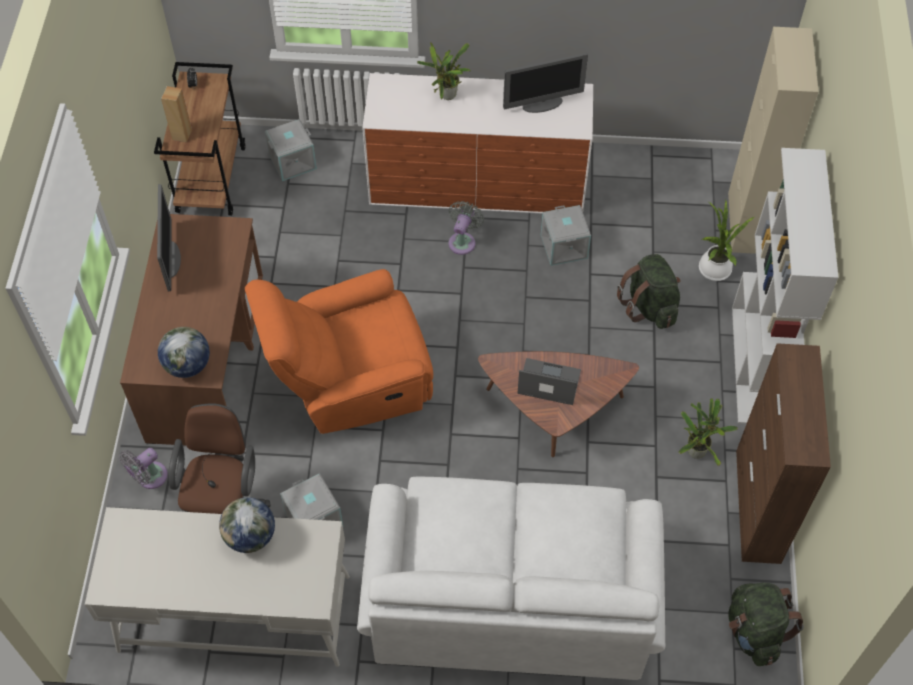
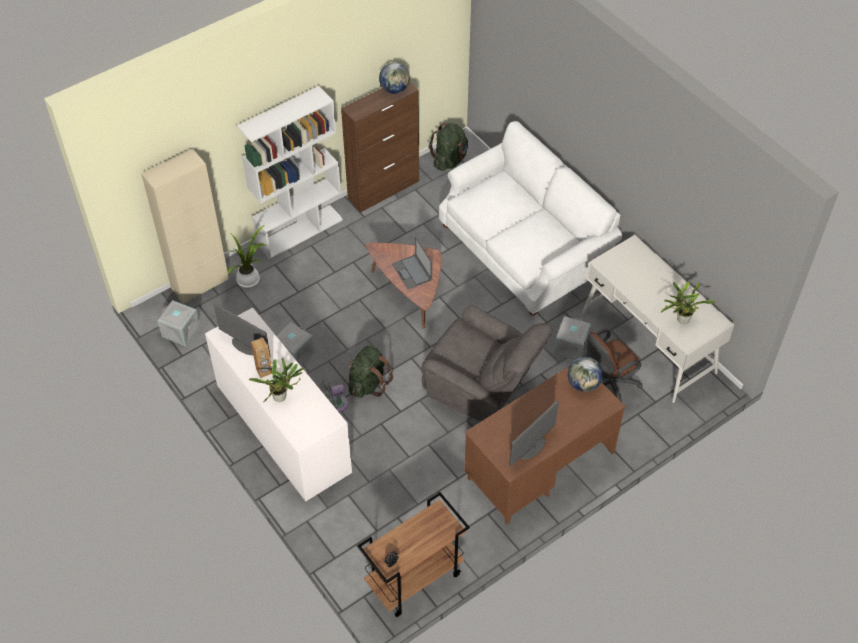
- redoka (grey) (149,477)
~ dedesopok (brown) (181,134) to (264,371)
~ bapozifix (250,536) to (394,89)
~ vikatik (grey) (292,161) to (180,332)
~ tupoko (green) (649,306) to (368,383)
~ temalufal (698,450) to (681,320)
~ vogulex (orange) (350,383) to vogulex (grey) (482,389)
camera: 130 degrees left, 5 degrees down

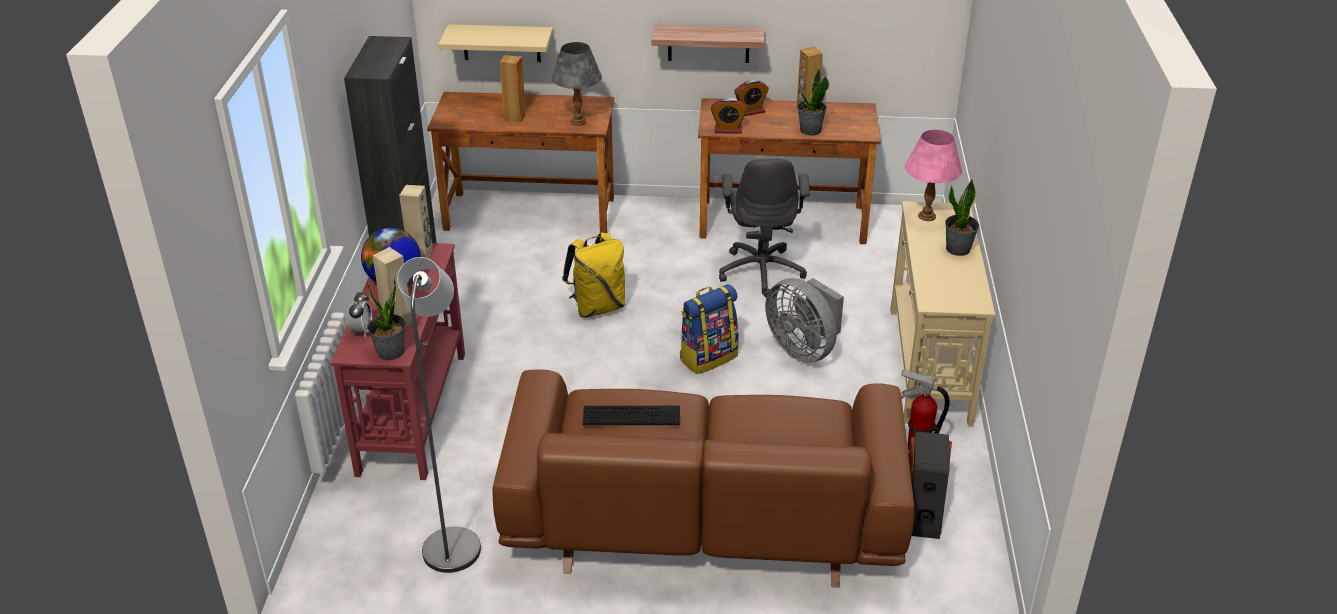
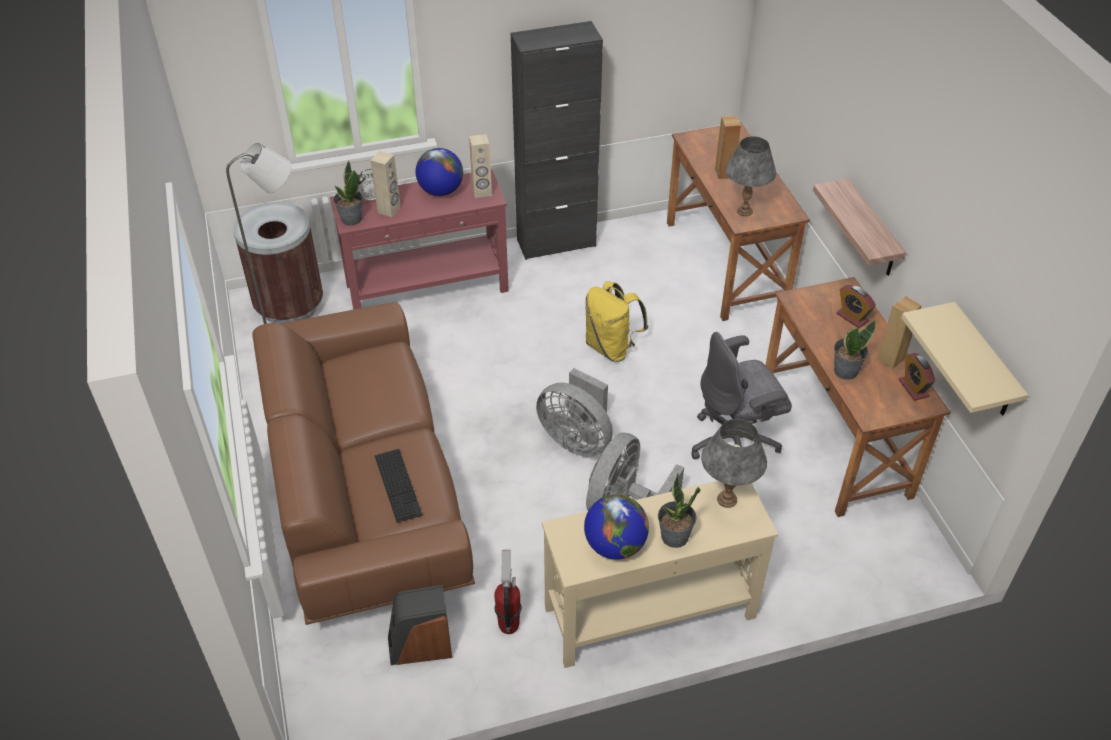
+ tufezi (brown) (290,306)
+ bapozifix (615,545)
~ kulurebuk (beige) (501,43) to (983,363)
~ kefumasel (631,416) to (397,485)
~ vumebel (728,130) to (913,388)
~ tupoko (708,357) to redoka (grey) (577,439)
~ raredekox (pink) (927,216) to raredekox (grey) (727,500)
camera: 70 degrees right, 10 degrees up

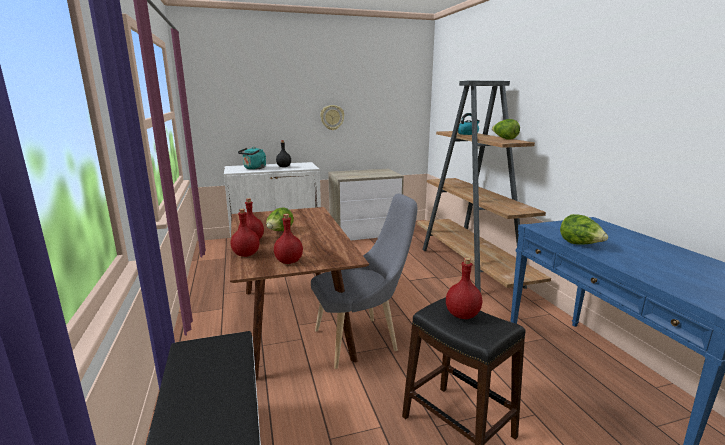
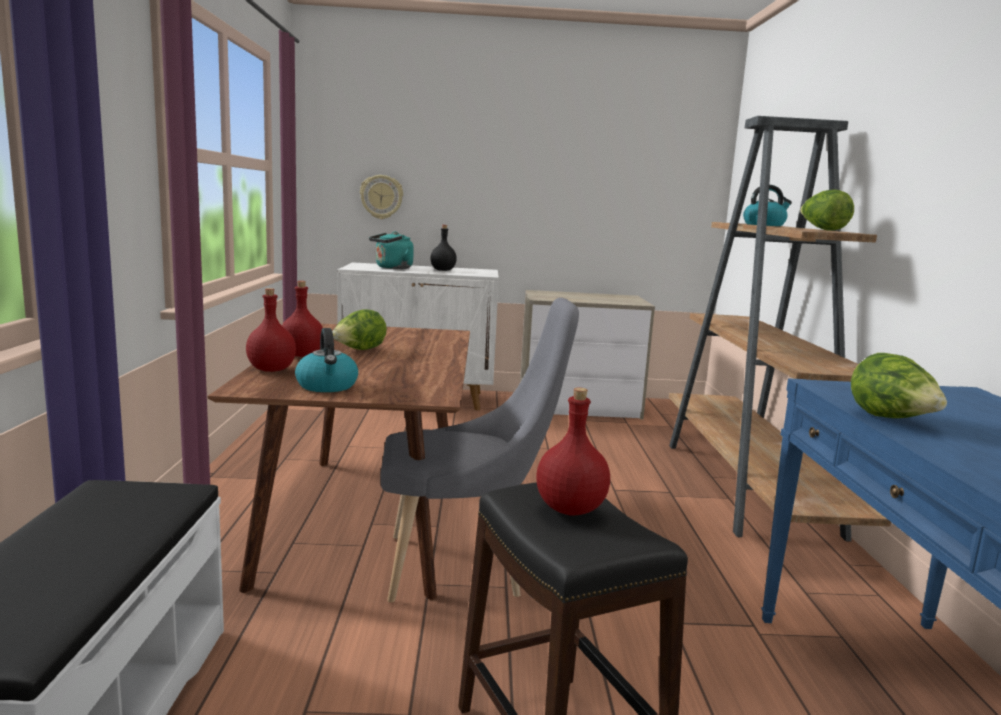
~ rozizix (332,117) to (381,197)
~ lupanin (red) (289,261) to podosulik (327,386)
camera: 15 degrees right, 5 degrees down

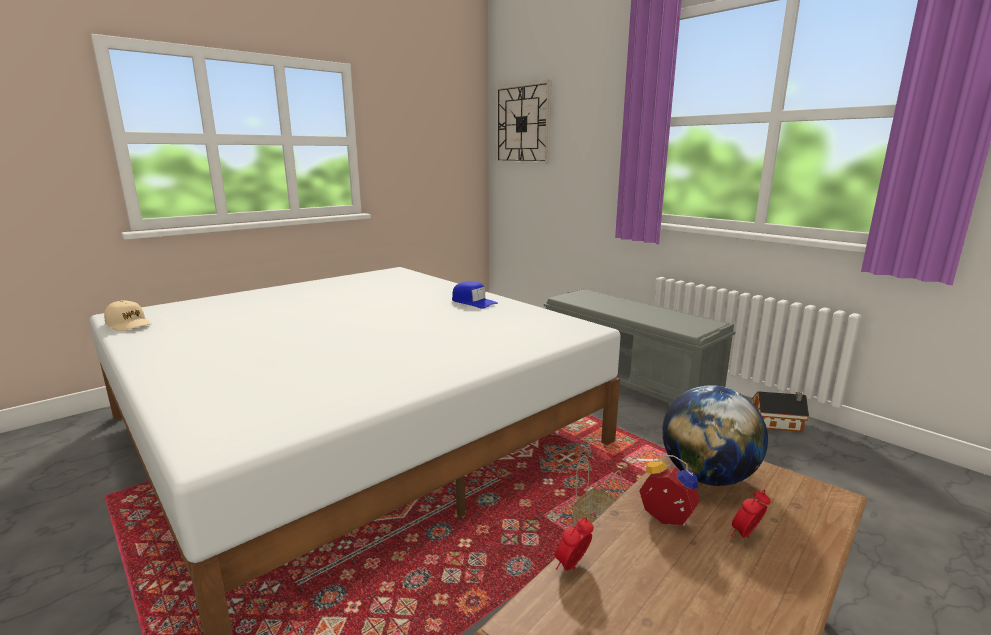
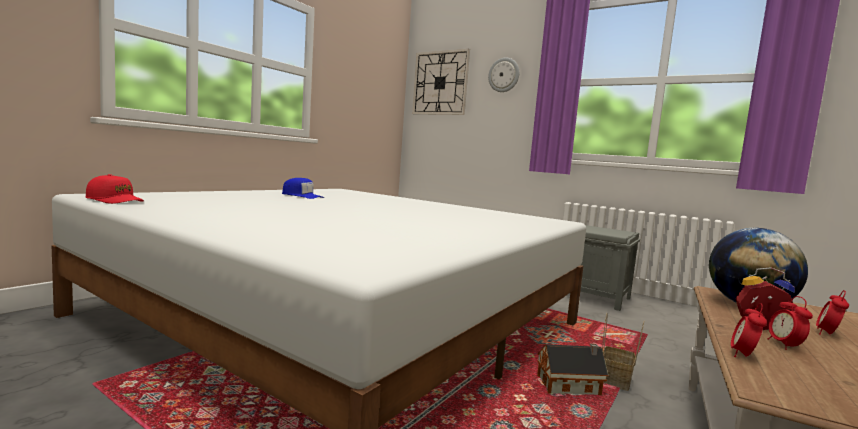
+ rozizix (504,75)
+ vumebel (784,346)
~ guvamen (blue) (473,302) to (302,196)
~ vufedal (778,423) to (571,387)
~ guvamen (beige) (129,324) to guvamen (red) (115,200)
camera: 15 degrees left, 10 degrees down

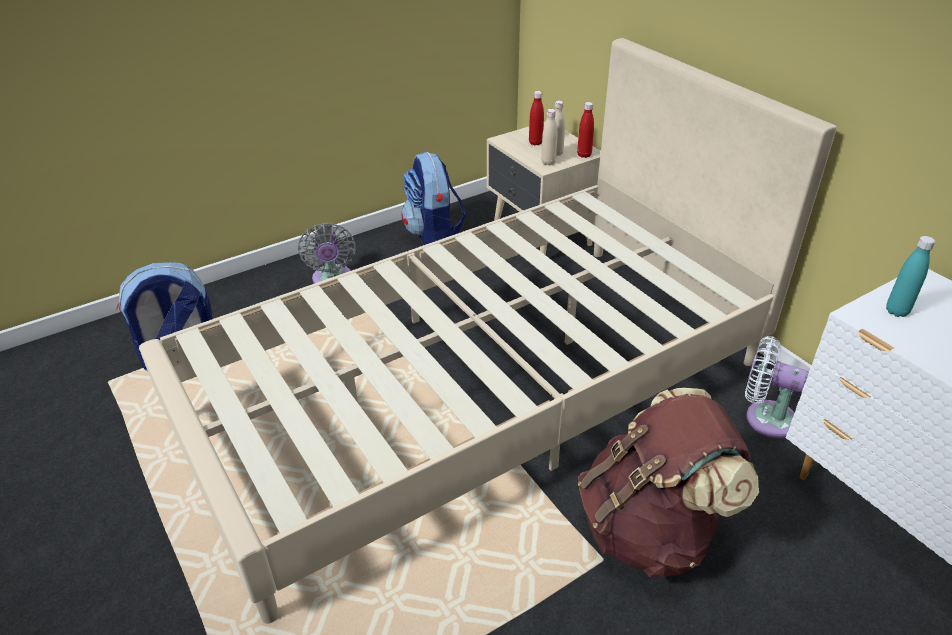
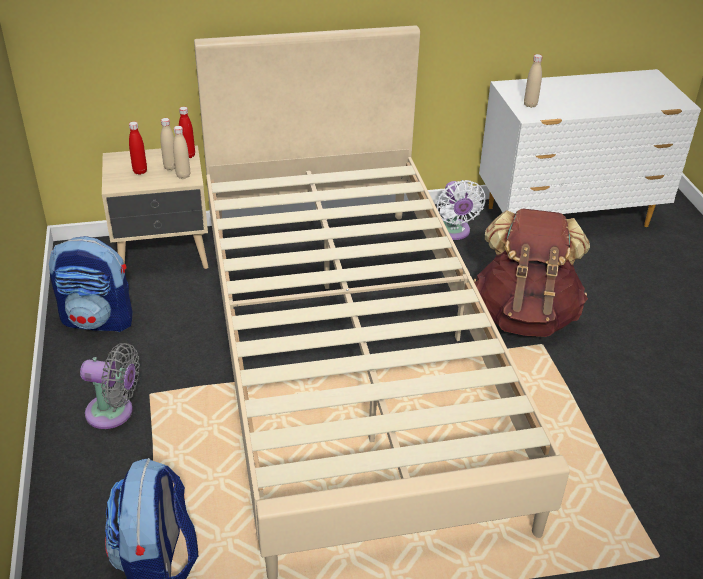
~ lupanin (turquoise) (896,311) to lupanin (beige) (530,105)
~ redoka (white) (765,417) = (453,232) 60 degrees counterclockwise
camera: 70 degrees left, 0 degrees up

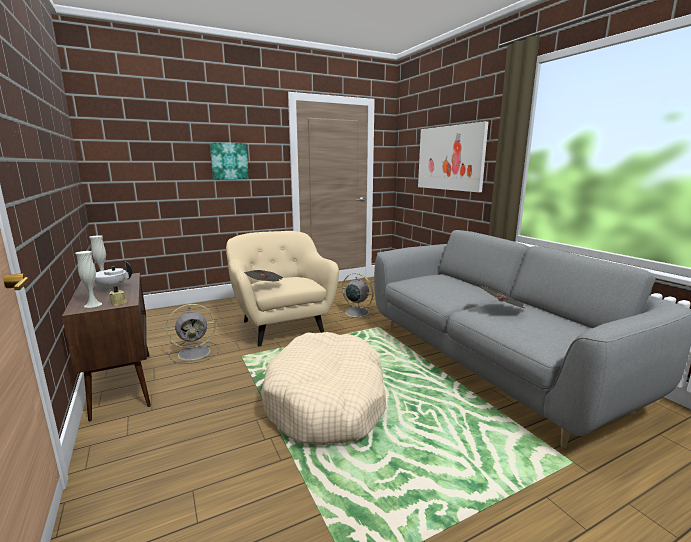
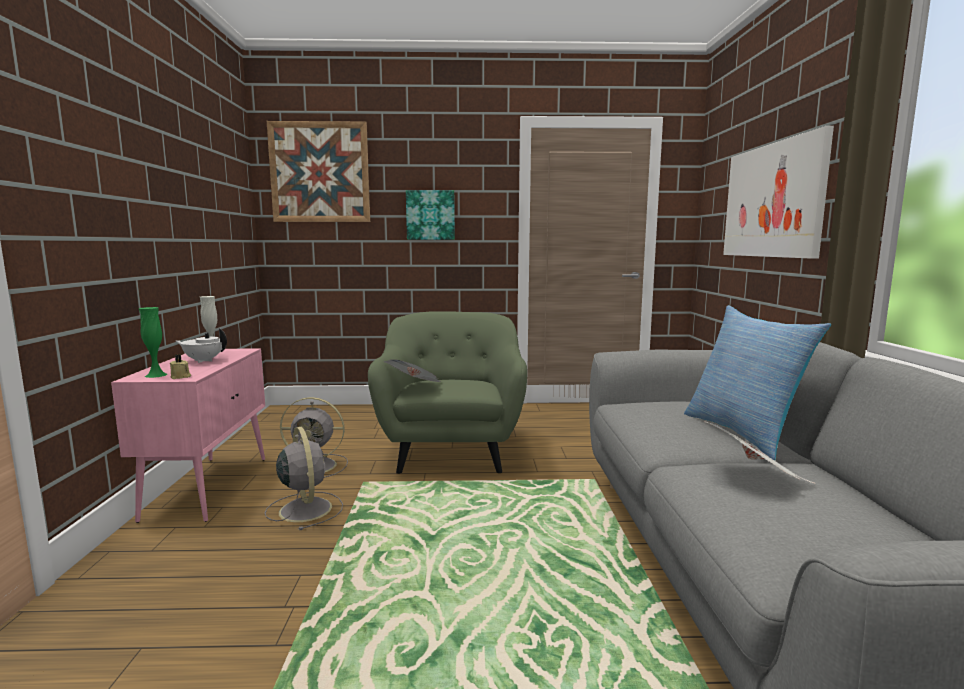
- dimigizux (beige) (327,401)
+ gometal (320,172)
+ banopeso (743,433)
~ redoka (grey) (356,312) to (305,509)
~ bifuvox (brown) (123,383) to bifuvox (pink) (209,486)
~ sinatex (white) (93,305) to sinatex (green) (156,375)
~ vogulex (beige) (282,326) to vogulex (green) (452,451)
camera: 25 degrees right, 5 degrees down

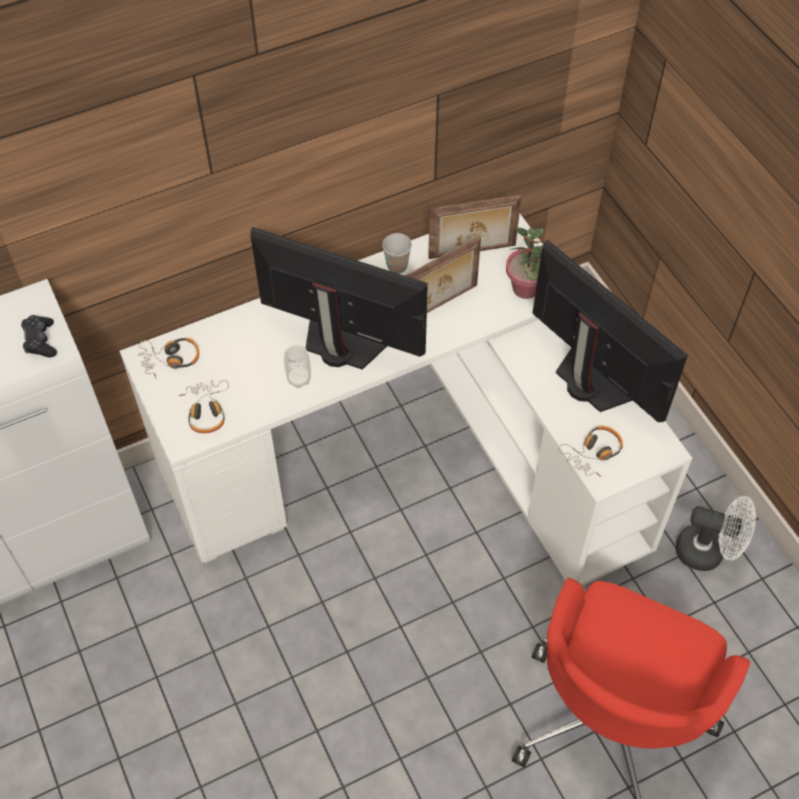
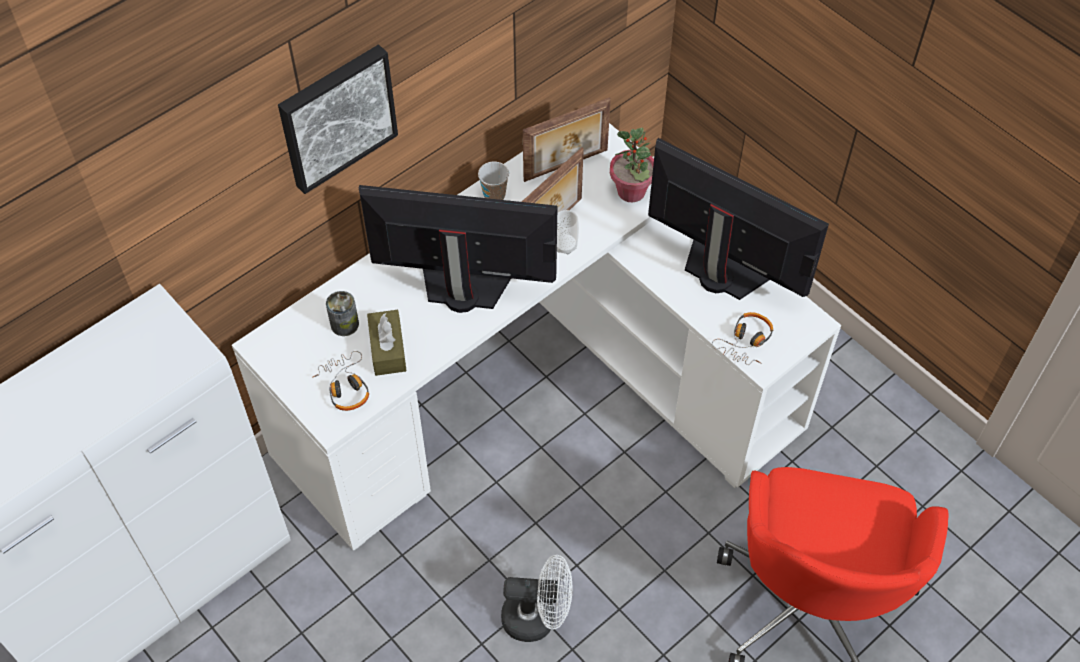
- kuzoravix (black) (40,341)
- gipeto (170,359)
+ gometal (336,116)
+ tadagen (344,324)
+ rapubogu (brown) (387,349)
~ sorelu (299,379) to (565,246)
~ redoka (white) (708,552) to (538,617)
camera: 15 degrees left, 0 degrees up

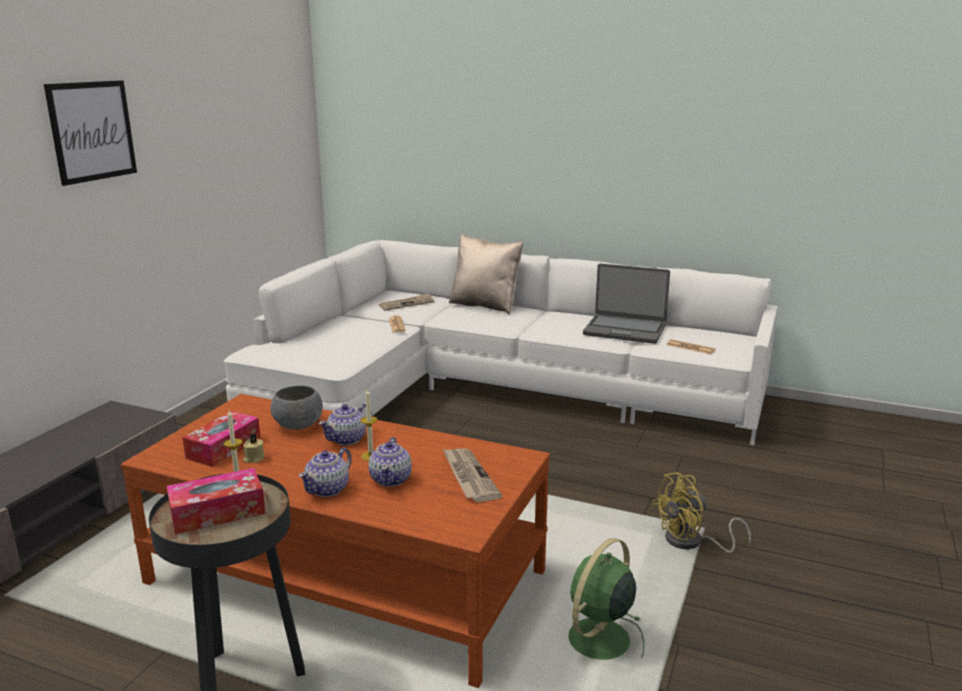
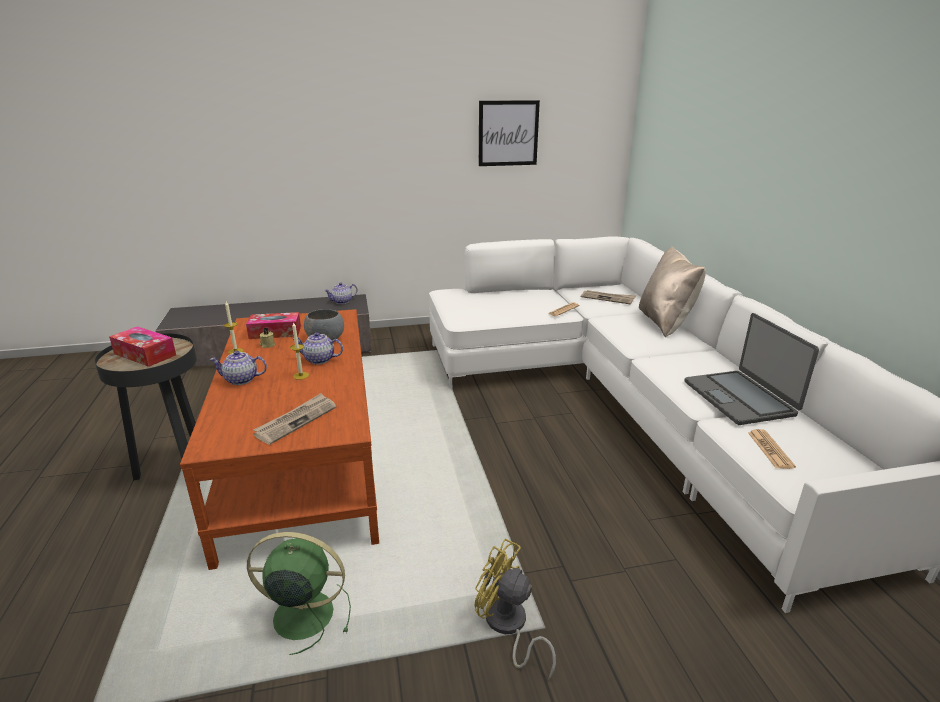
~ gometal (92,131) to (508,133)
~ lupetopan (391,479) to (342,301)
camera: 55 degrees right, 5 degrees up

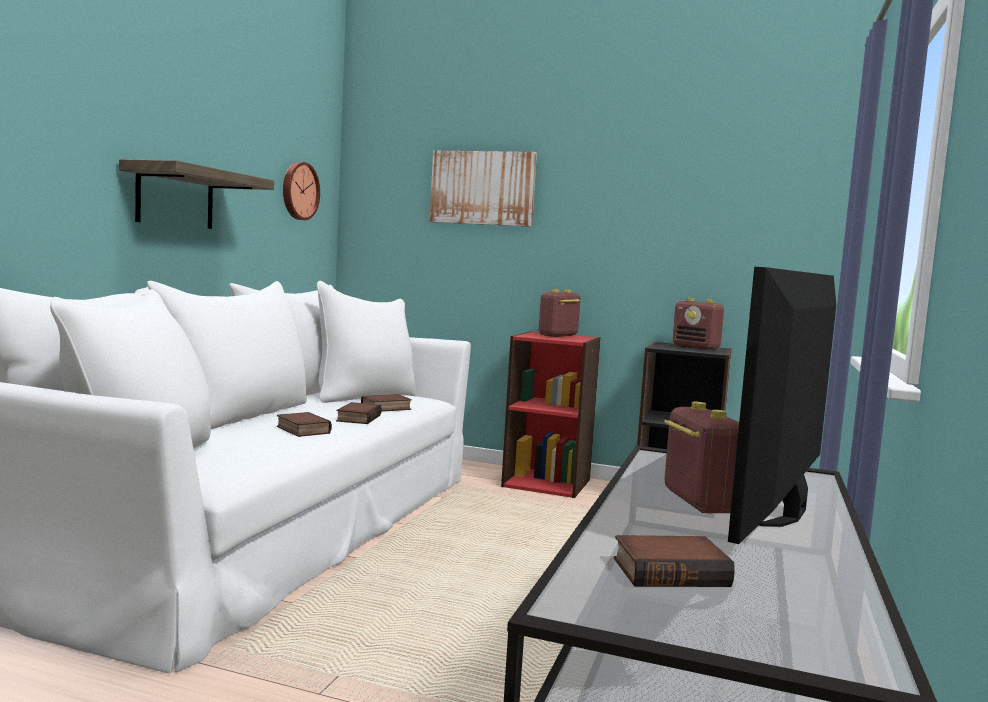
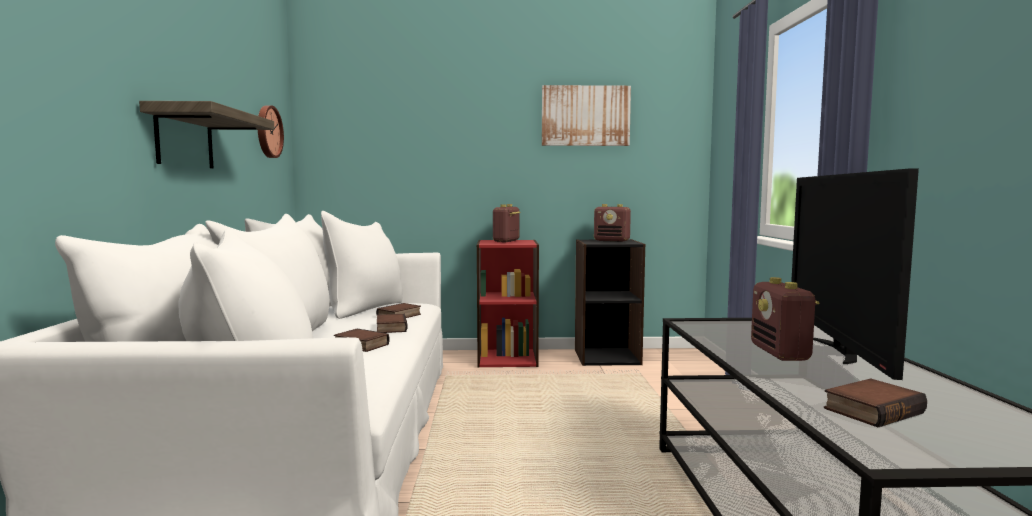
~ gometal (482,188) to (585,116)
~ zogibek (698,502) = (780,353) 150 degrees counterclockwise
camera: 20 degrees left, 0 degrees up

